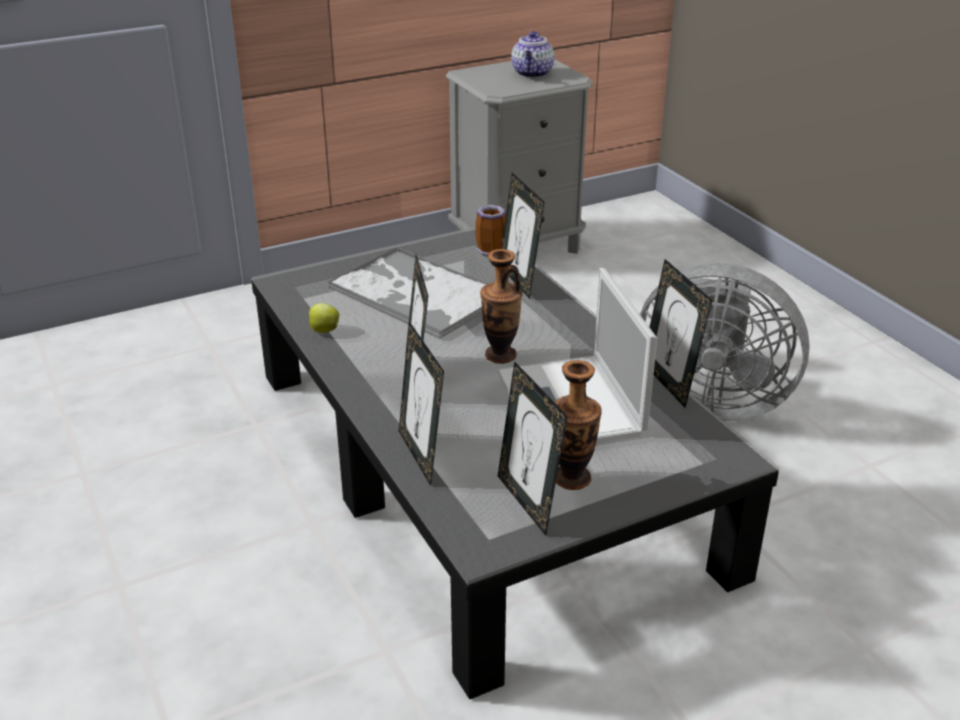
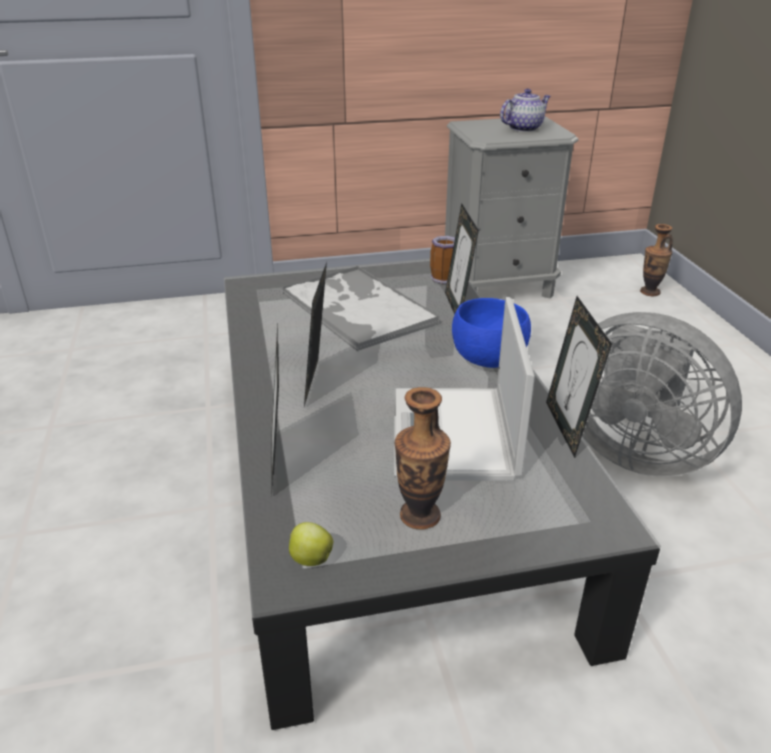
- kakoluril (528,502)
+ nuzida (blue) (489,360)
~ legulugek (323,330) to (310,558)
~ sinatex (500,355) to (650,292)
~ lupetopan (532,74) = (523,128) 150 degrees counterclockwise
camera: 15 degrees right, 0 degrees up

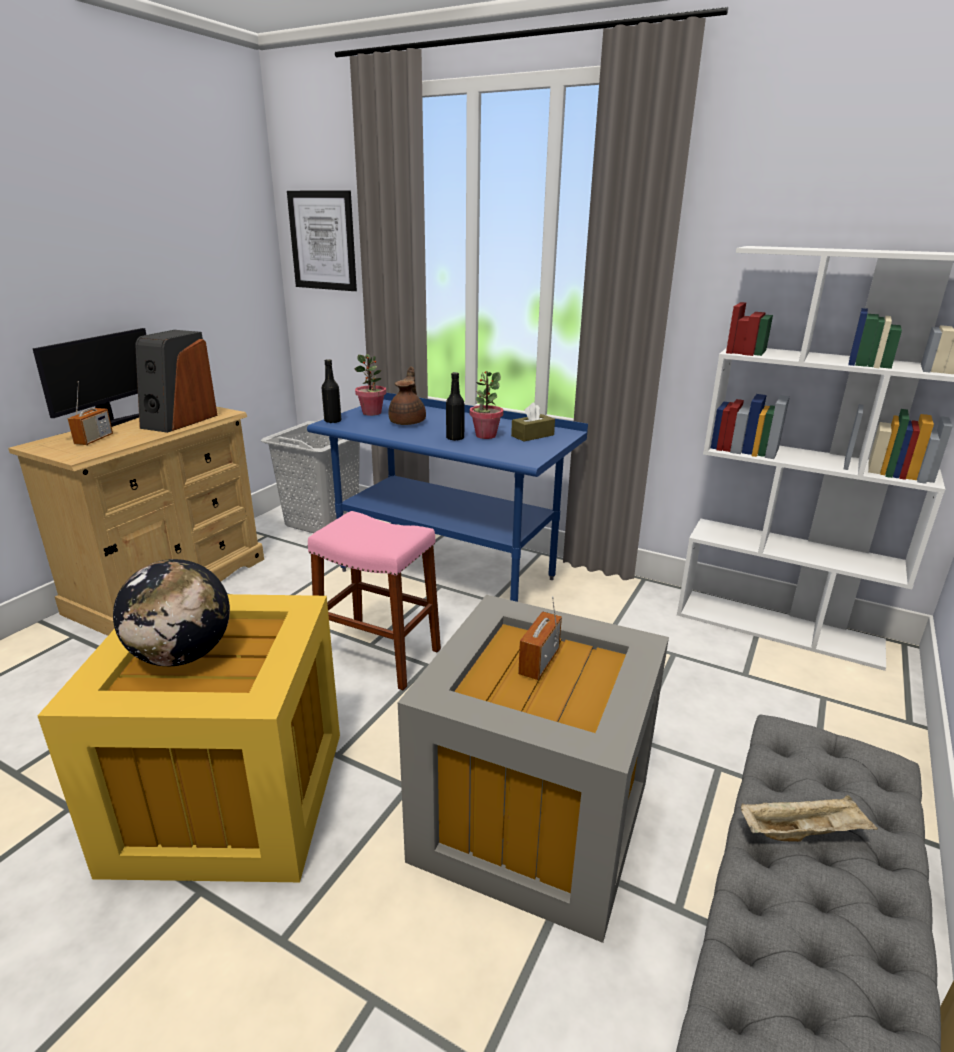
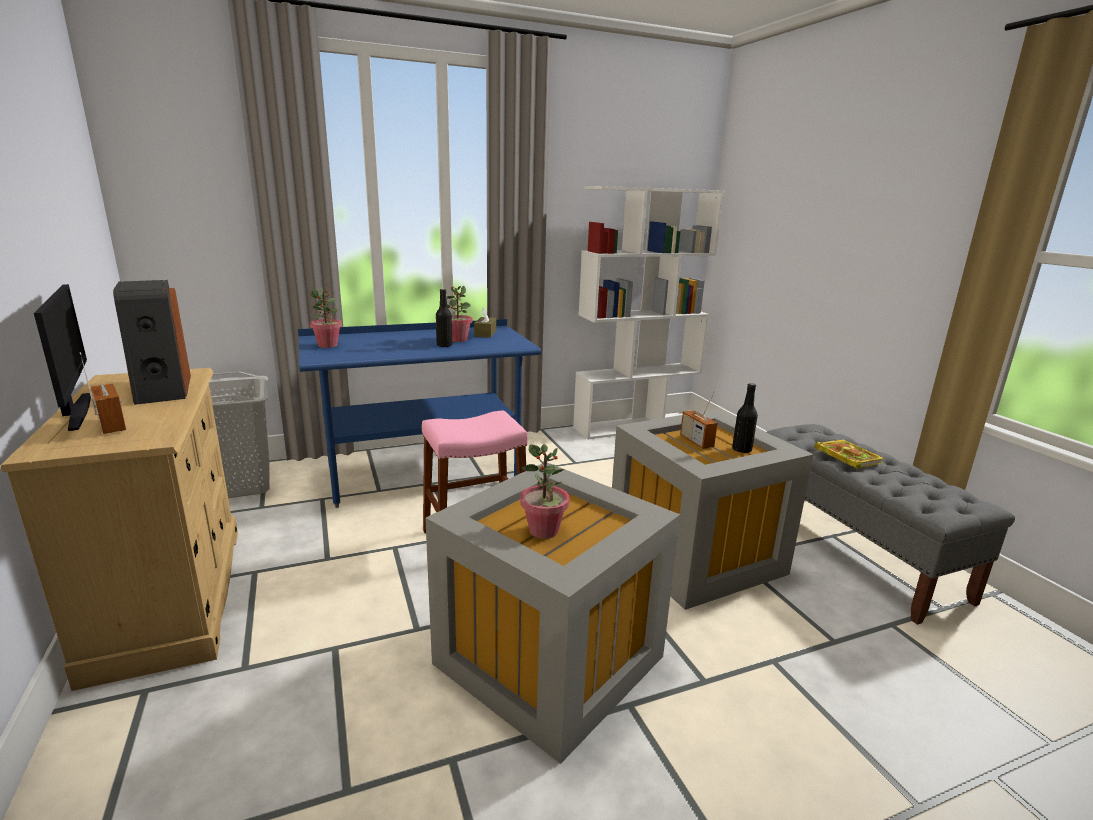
- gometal (323,241)
- lupetopan (brown) (408,422)
~ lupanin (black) (333,421) to (741,450)
~ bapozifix (182,656) to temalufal (544,531)
~ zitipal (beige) (802,832) to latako (846,456)
~ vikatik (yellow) (233,801) to vikatik (grey) (553,660)
camera: 50 degrees left, 5 degrees down

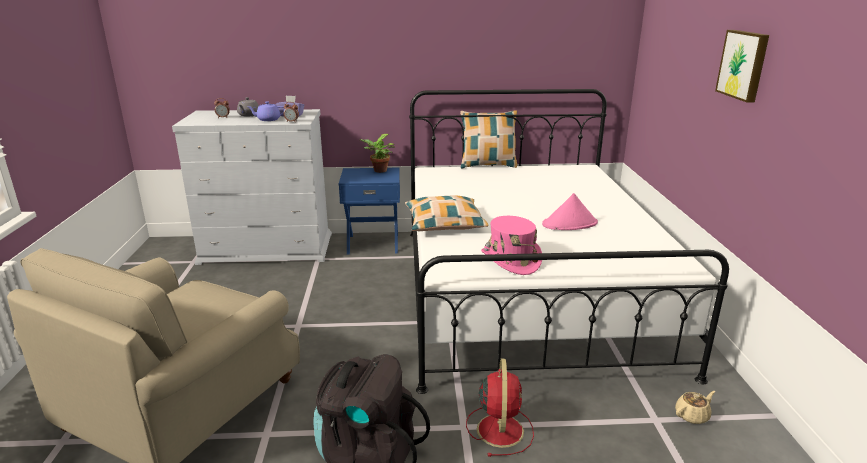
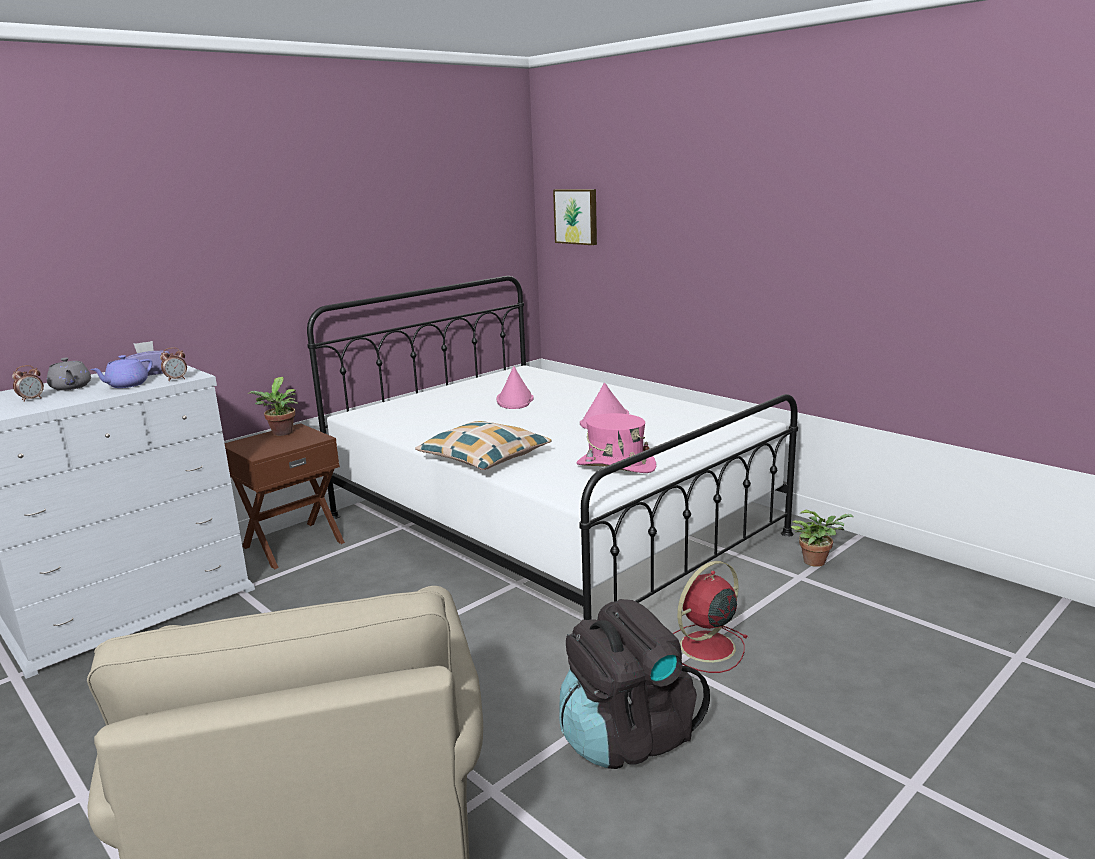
- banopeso (488,165)
+ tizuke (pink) (515,400)
~ gometal (744,65) to (577,216)
~ lupetopan (beige) (692,415) to temalufal (817,561)
~ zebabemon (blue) (373,243) to zebabemon (brown) (292,544)
~ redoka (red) (500,429) = (705,647) 90 degrees counterclockwise
camera: 40 degrees left, 5 degrees down

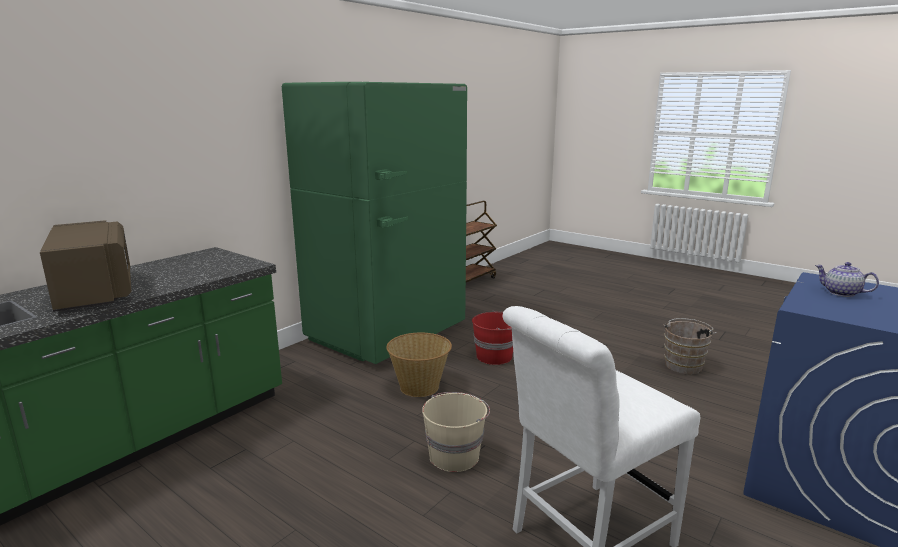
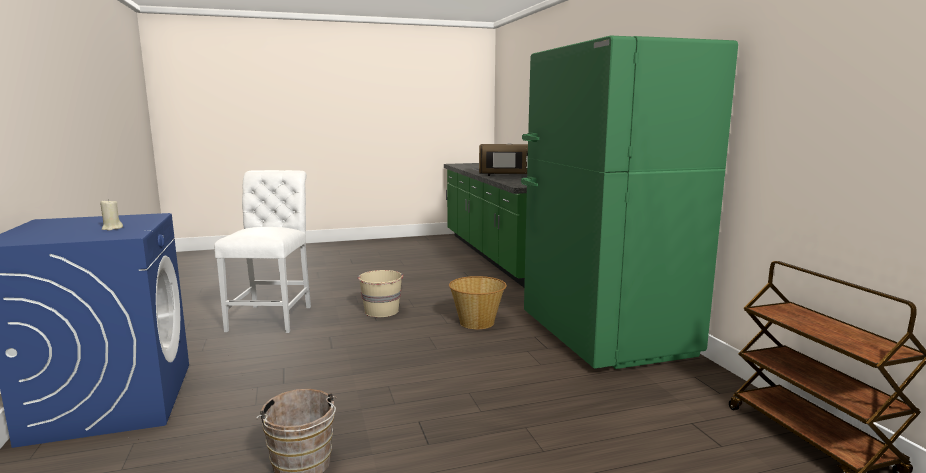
- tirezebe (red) (495,356)
~ lupetopan (841,293) to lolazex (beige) (112,228)
camera: 125 degrees right, 5 degrees down

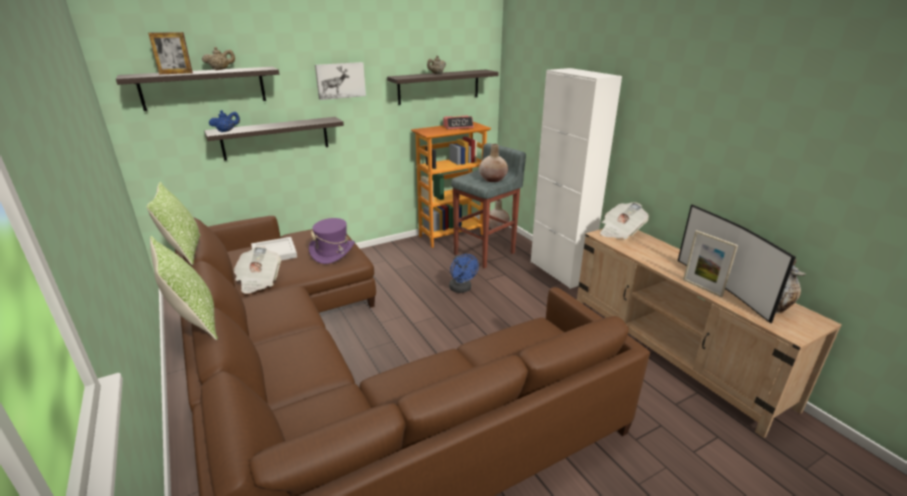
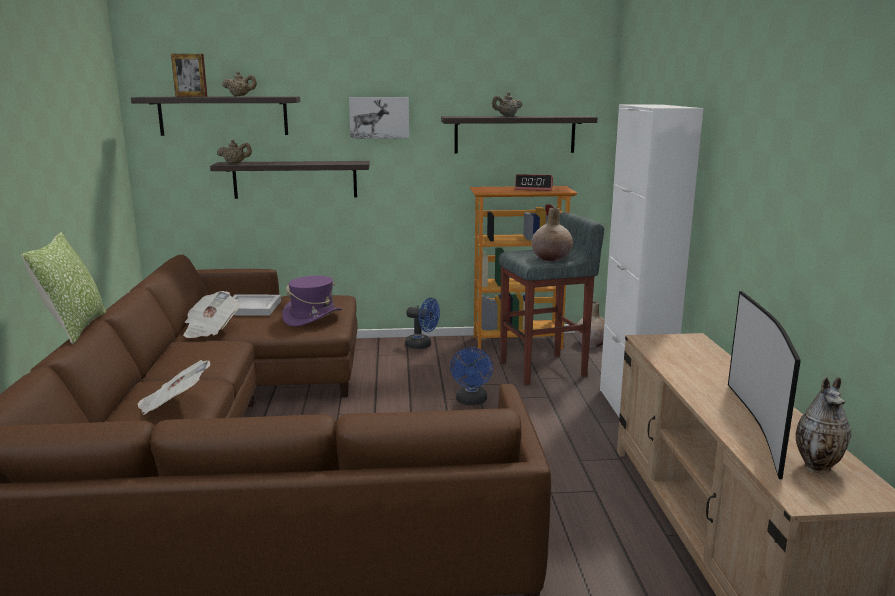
- banopeso (185,251)
- kakoluril (702,288)
+ redoka (blue) (422,345)
~ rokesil (620,232) to (174,405)
~ lupetopan (blue) (226,131) to lupetopan (beige) (235,163)
camera: 25 degrees right, 10 degrees down

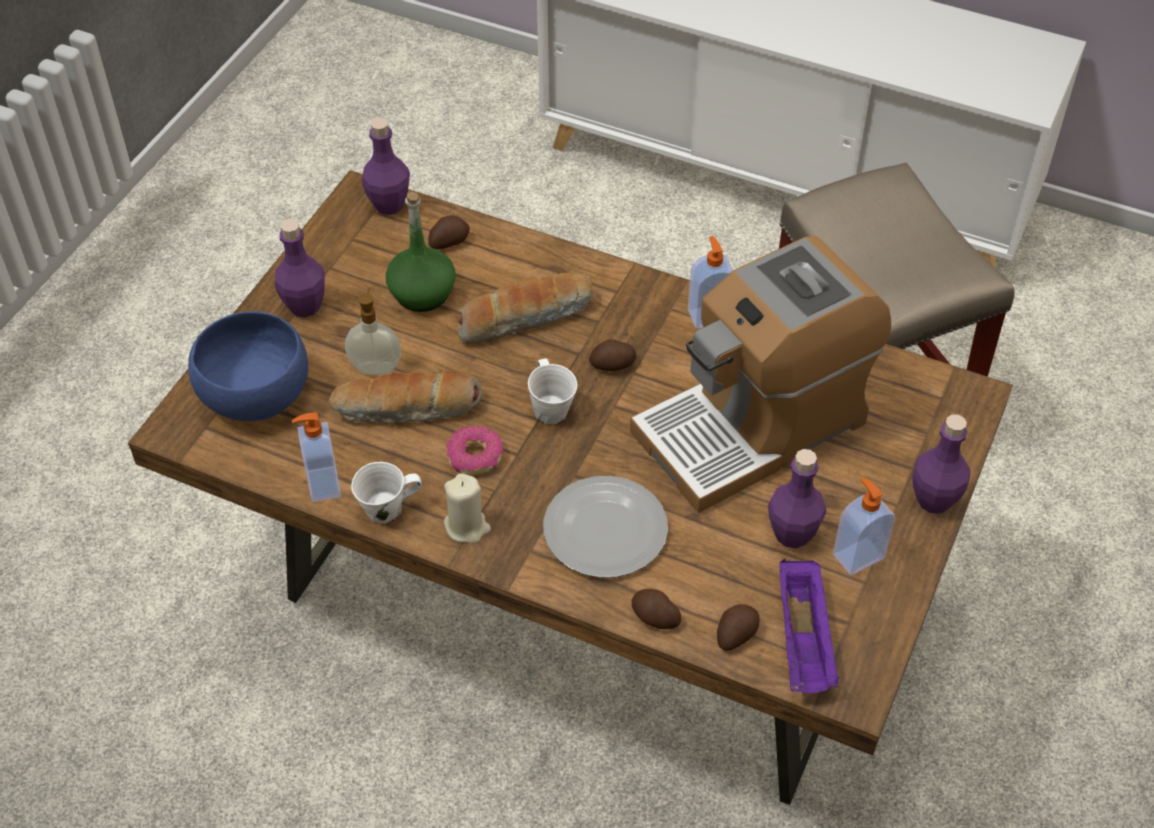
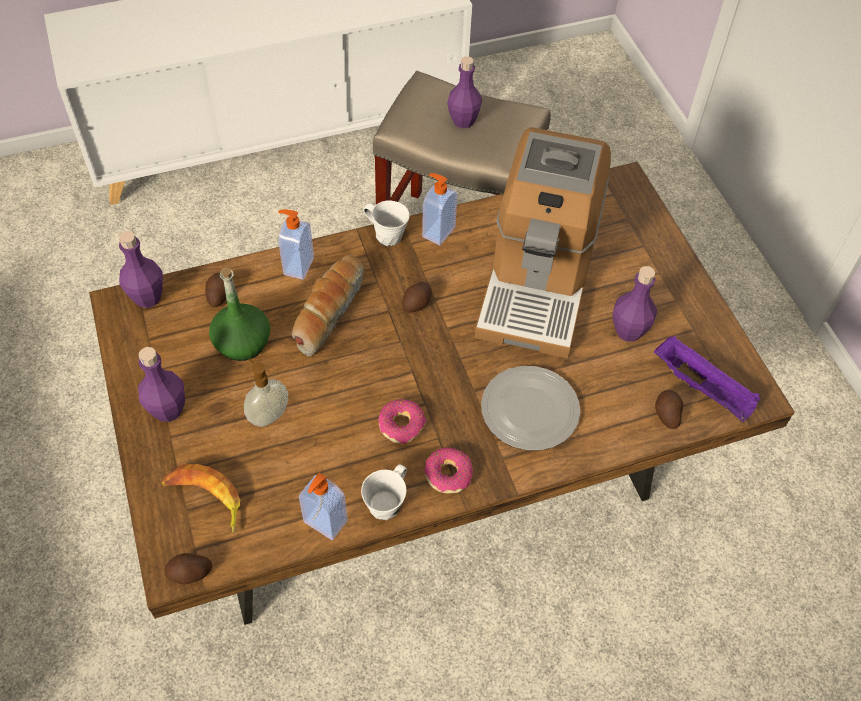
- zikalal (407,409)
~ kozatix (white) (551,409) to (387,235)
~ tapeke (654,618) to (190,574)
~ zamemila (857,555) to (297,266)
~ lupanin (purple) (934,500) to (463,121)
~ nuzida (blue) (255,395) to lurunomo (205,499)
~ lolazex (beige) (467,526) to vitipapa (448,474)
camera: 45 degrees left, 5 degrees up

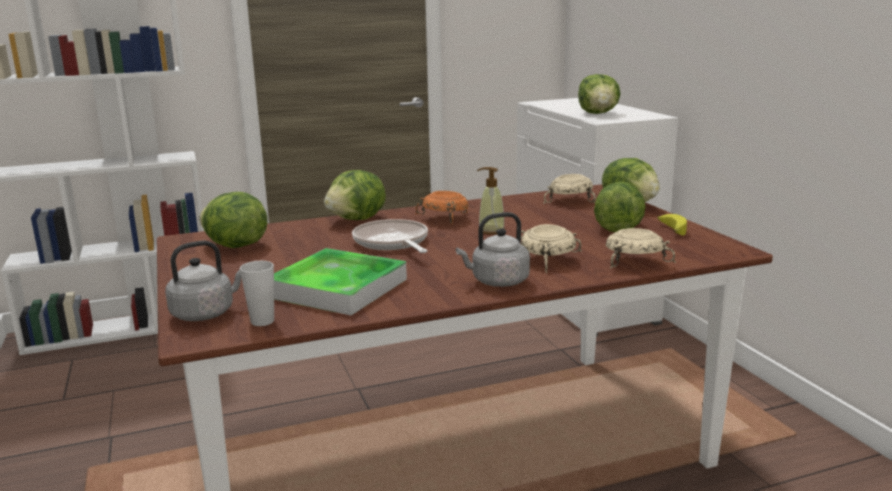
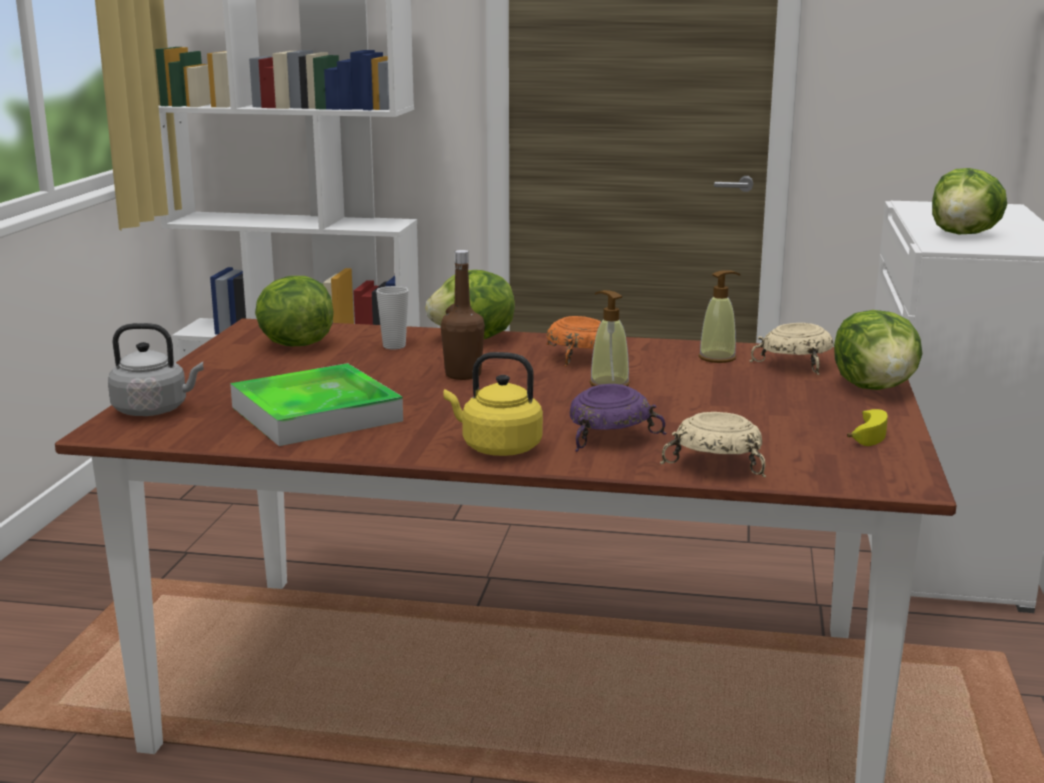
- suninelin (618,226)
+ zamemila (717,358)
~ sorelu (262,321) to (394,346)
~ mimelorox (392,243) to lupanin (brown) (463,375)
~ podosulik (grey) (497,282) to podosulik (yellow) (497,448)
~ nuzida (beige) (547,259) to nuzida (purple) (609,435)
camera: 30 degrees right, 0 degrees up

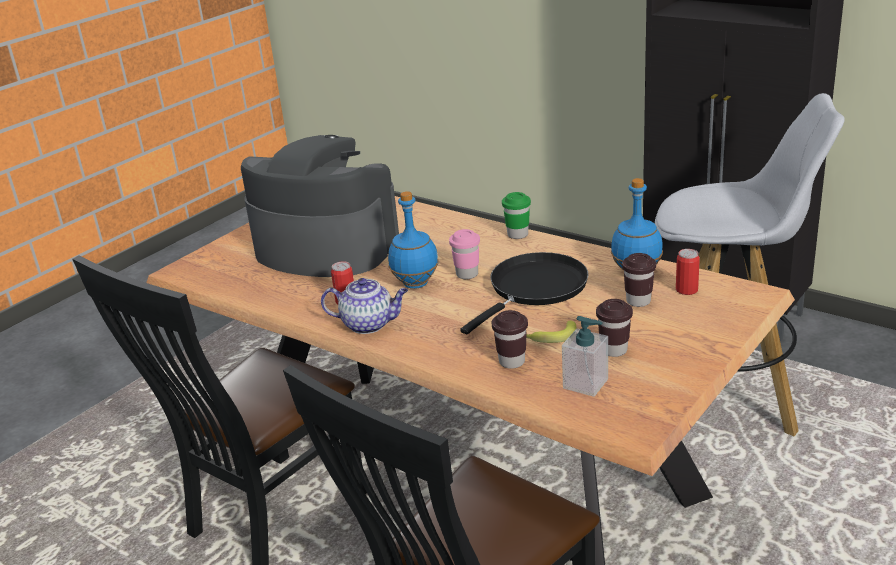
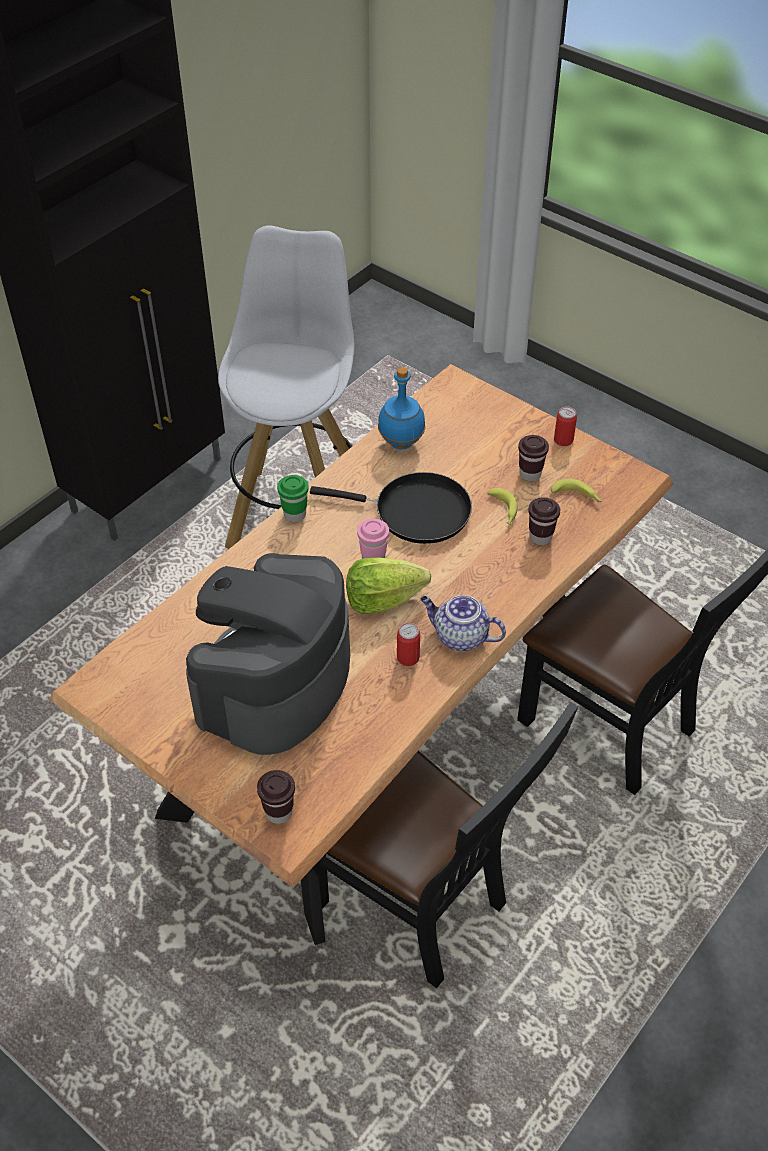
~ sorelu (brown) (638,301) to (279,812)
~ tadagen (686,290) to (563,440)
~ lupanin (blue) (416,283) to suninelin (383,599)
~ zamemila (586,383) to lurunomo (577,496)
~ lupetopan (369,324) = (459,637) 75 degrees counterclockwise
~ mimelorox (black) (534,289) = (415,512) 150 degrees clockwise
camera: 90 degrees left, 20 degrees up

